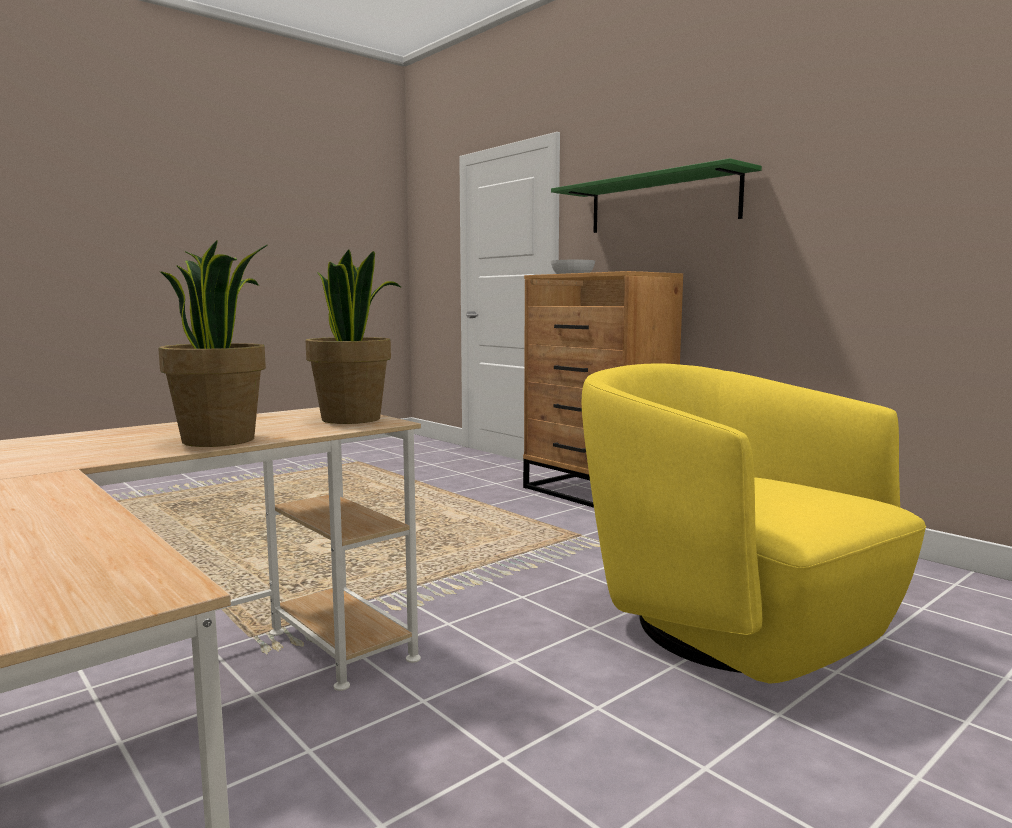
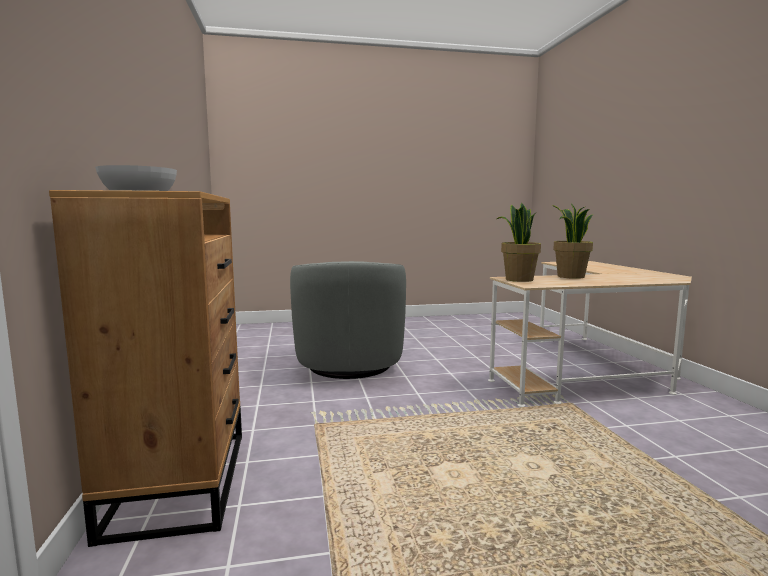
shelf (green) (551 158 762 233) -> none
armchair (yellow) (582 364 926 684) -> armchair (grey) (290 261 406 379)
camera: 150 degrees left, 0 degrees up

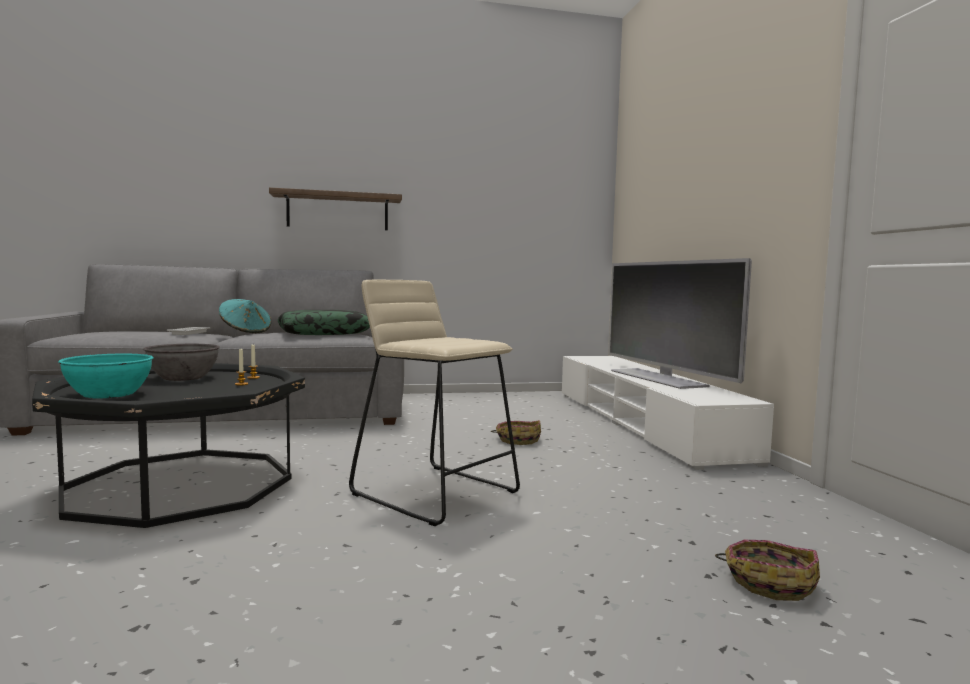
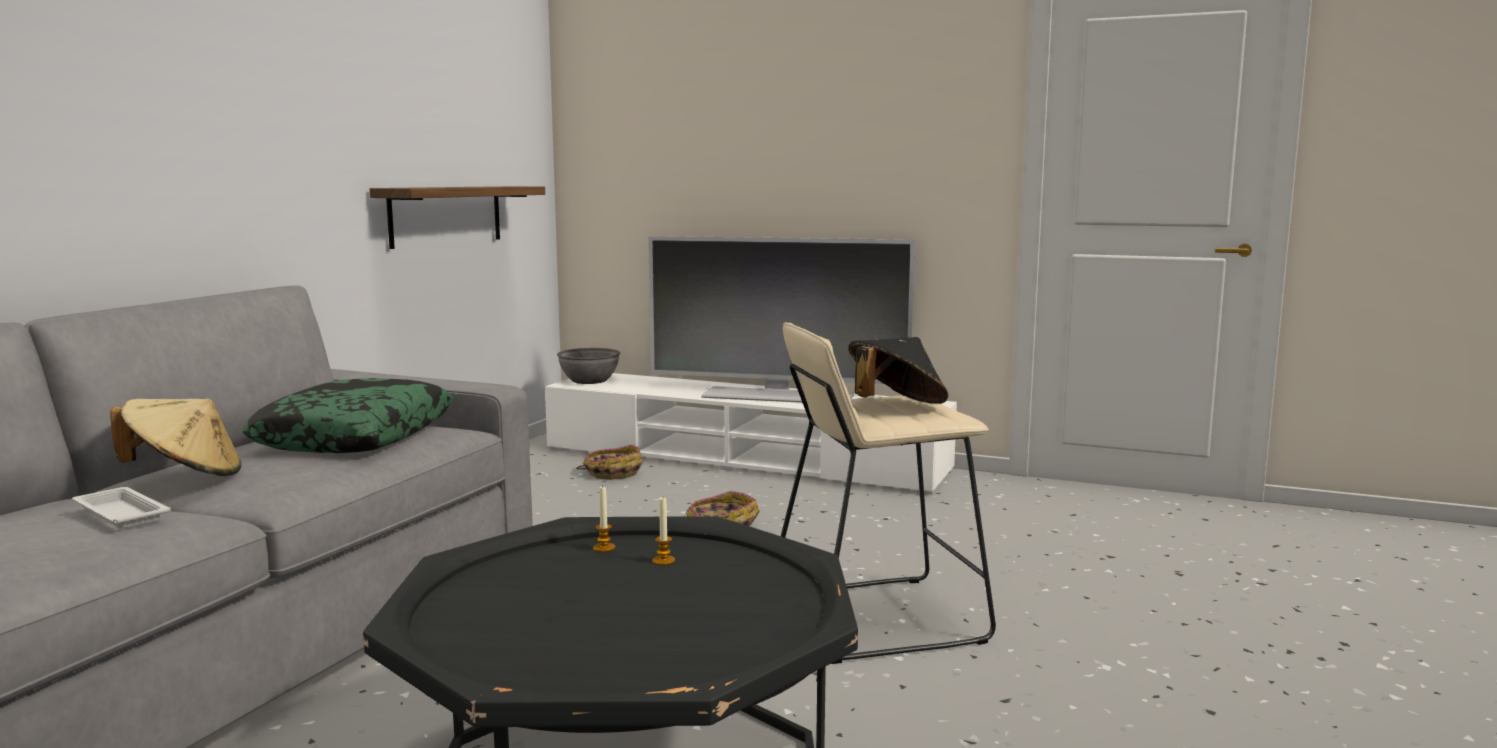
bowl (turquoise) (58 354 154 398) -> none
bowl (grey) (143 344 220 381) -> bowl (grey) (557 348 620 384), shifted
hat (turquoise) (219 299 271 333) -> hat (beige) (110 399 242 476)
shelf (269 187 402 230) -> shelf (370 186 545 249), shifted
basket (715 540 820 601) -> basket (576 445 643 480), shifted
none -> hat (black) (848 337 949 404)
camera: 55 degrees left, 5 degrees up

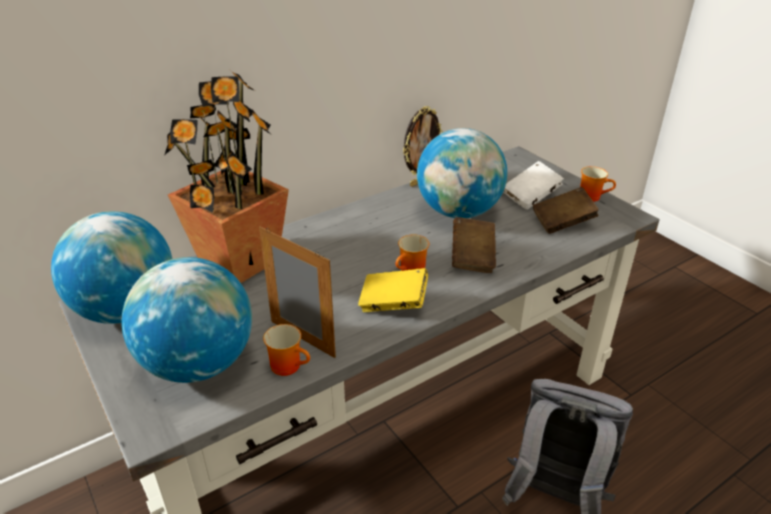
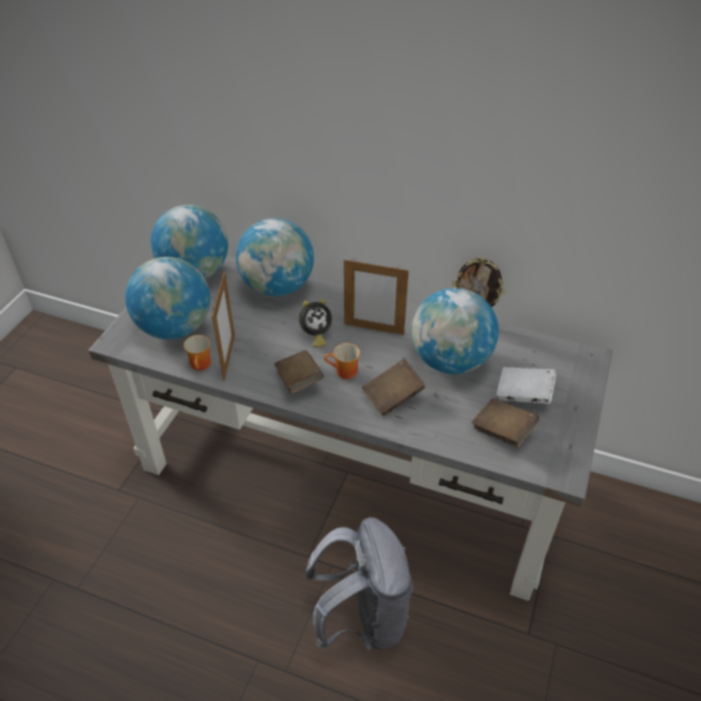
potted plant (165 70 289 283) -> globe (236 218 314 296)
book (yellow) (358 268 428 312) -> book (brown) (274 350 324 394)
mug (580 166 616 202) -> none
none -> alarm clock (299 299 332 347)
none -> picture frame (344 258 409 335)
camera: 55 degrees right, 10 degrees up

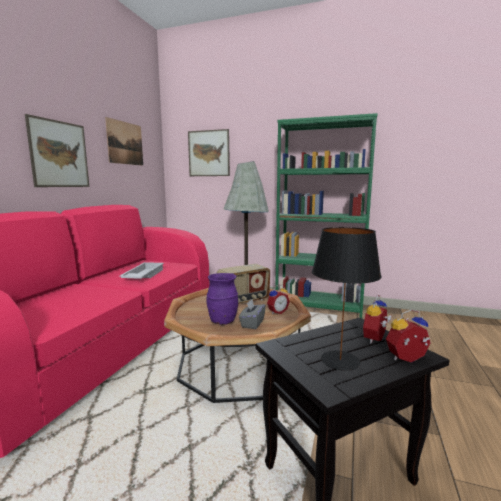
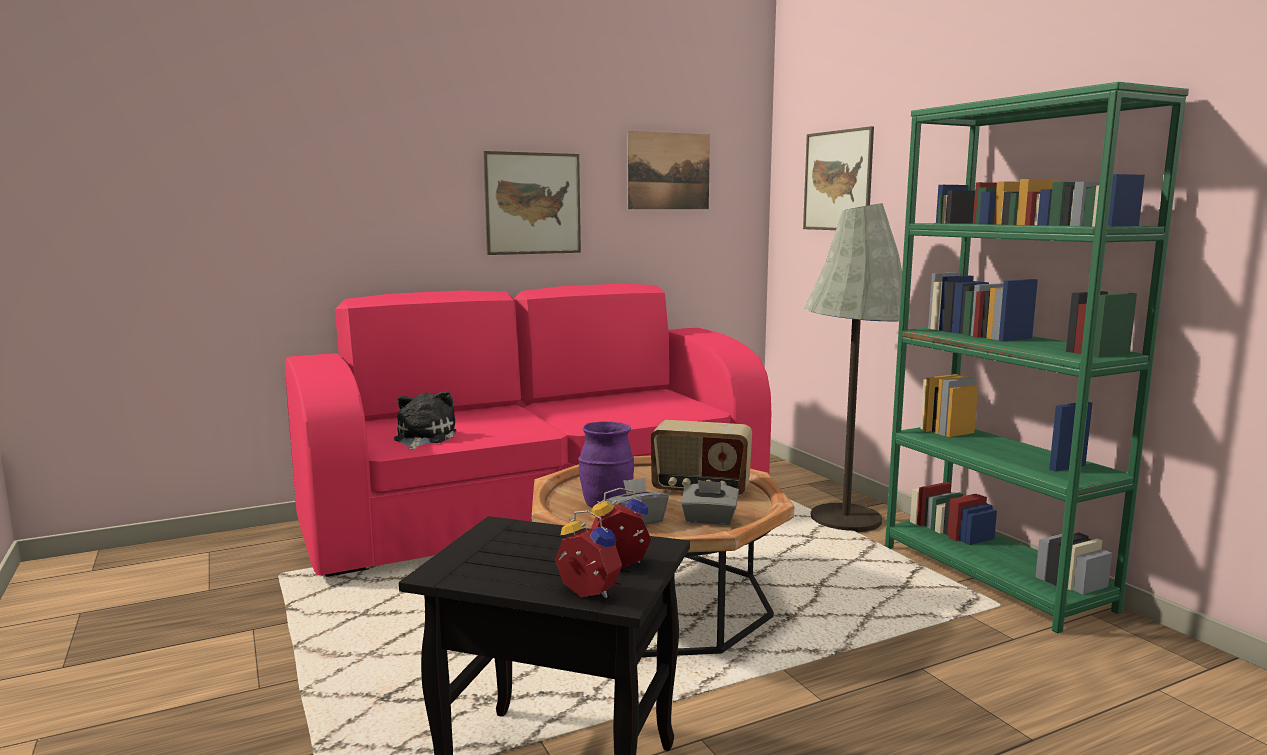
tray (white) (119 262 164 279) -> none
alarm clock (267 285 290 314) -> tissue box (grey) (681 480 739 525)
table lamp (black) (312 227 381 371) -> none
none -> plush toy (394 391 457 450)
camera: 45 degrees right, 0 degrees up

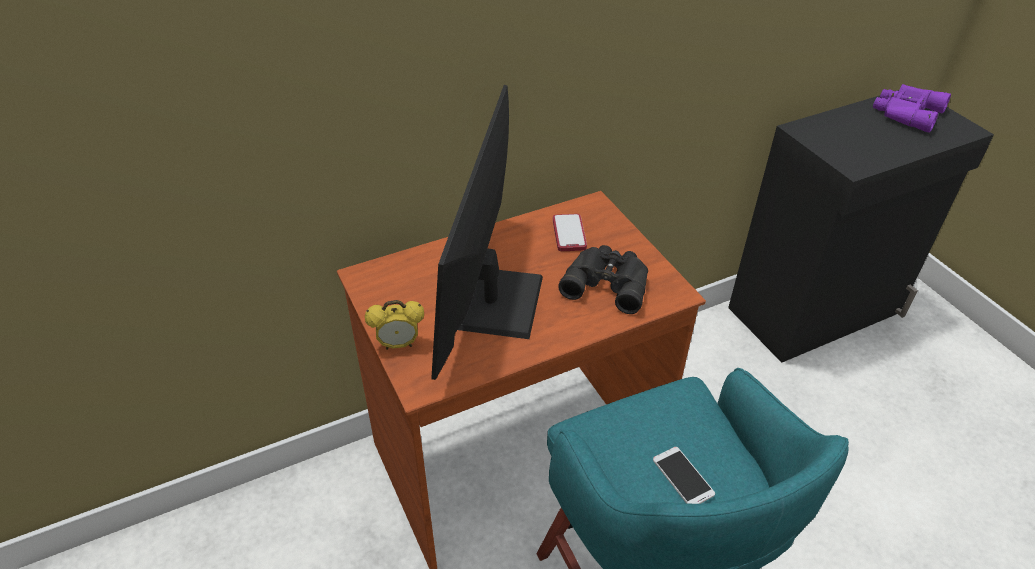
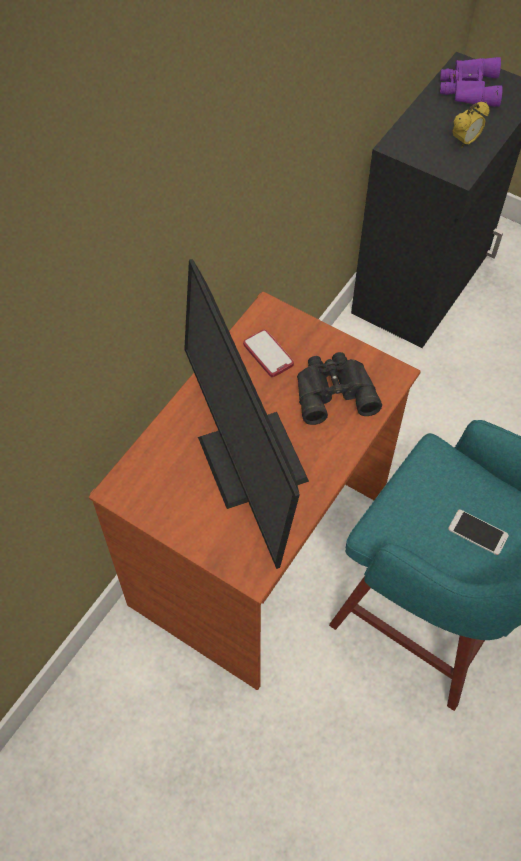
alarm clock (365 300 424 350) -> alarm clock (453 102 490 148), shifted
camera: 30 degrees left, 15 degrees up

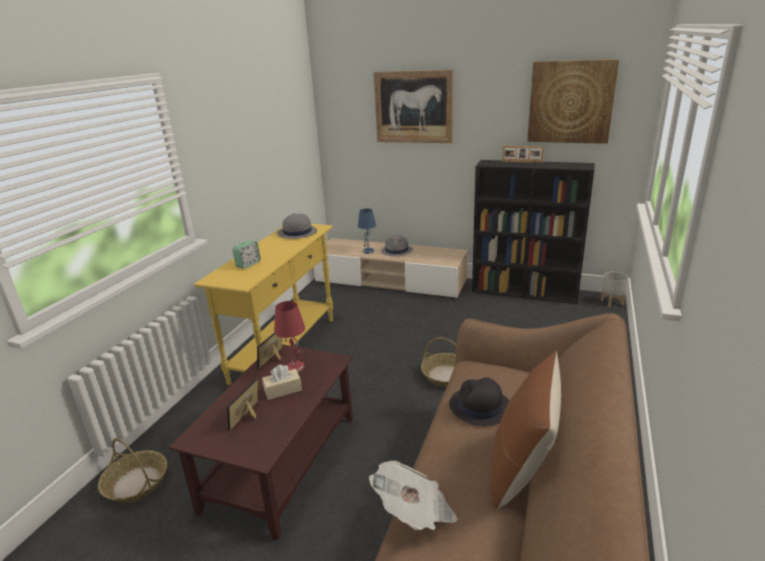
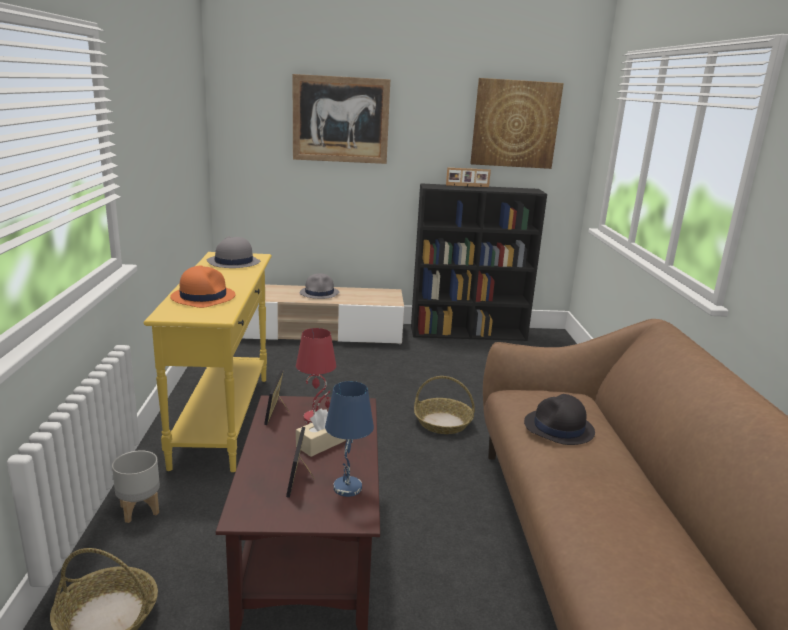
alarm clock (232 240 261 269) -> hat (orange) (170 266 236 308)
table lamp (blue) (358 209 376 253) -> table lamp (blue) (325 381 374 497), shifted
newspaper (369 461 458 531) -> none
pillow (brown) (491 350 561 509) -> none
planter (grey) (601 272 628 307) -> planter (grey) (112 450 160 523), shifted
camera: 25 degrees left, 5 degrees down

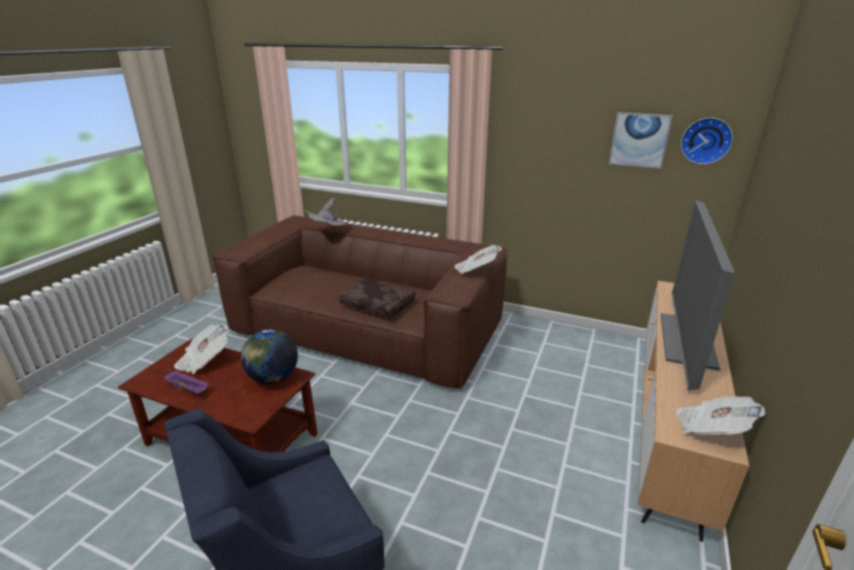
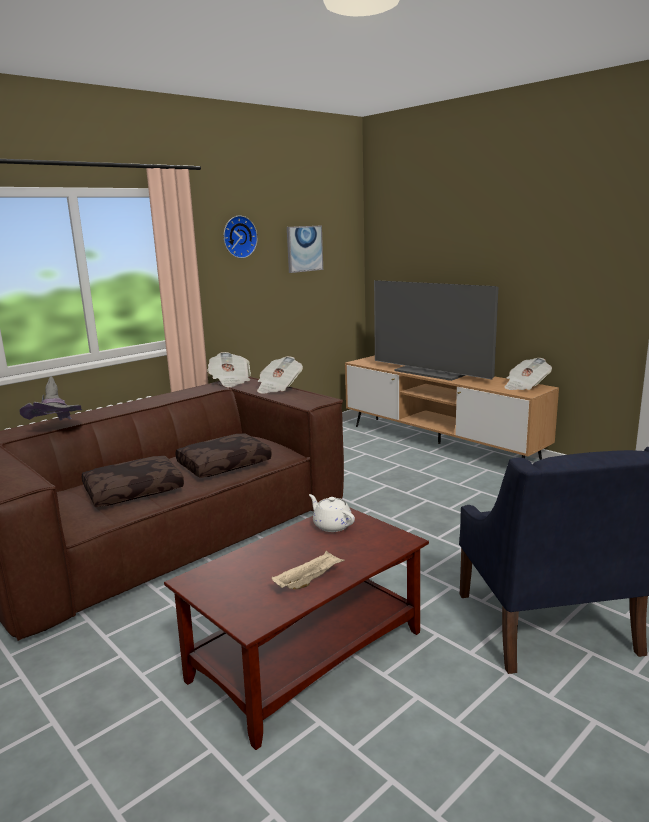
tray (purple) (163 370 209 394) -> tray (beige) (272 551 344 589)
newspaper (174 324 228 374) -> newspaper (207 352 251 387), shifted
globe (241 329 298 384) -> teapot (white) (309 494 355 532)
wall clock (681 118 733 164) -> wall clock (224 216 258 258), shifted
none -> pillow (brown) (82 456 184 507)
camera: 65 degrees left, 10 degrees down

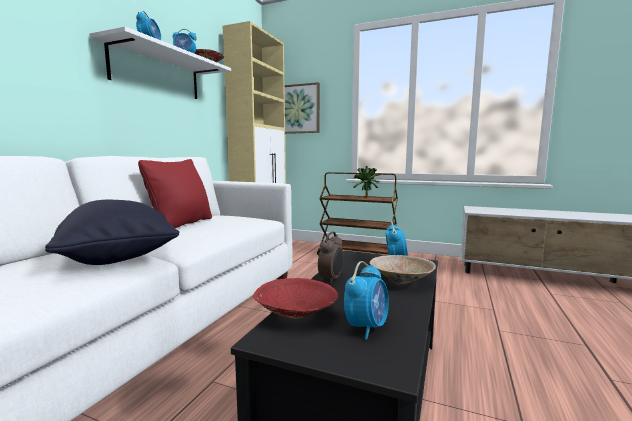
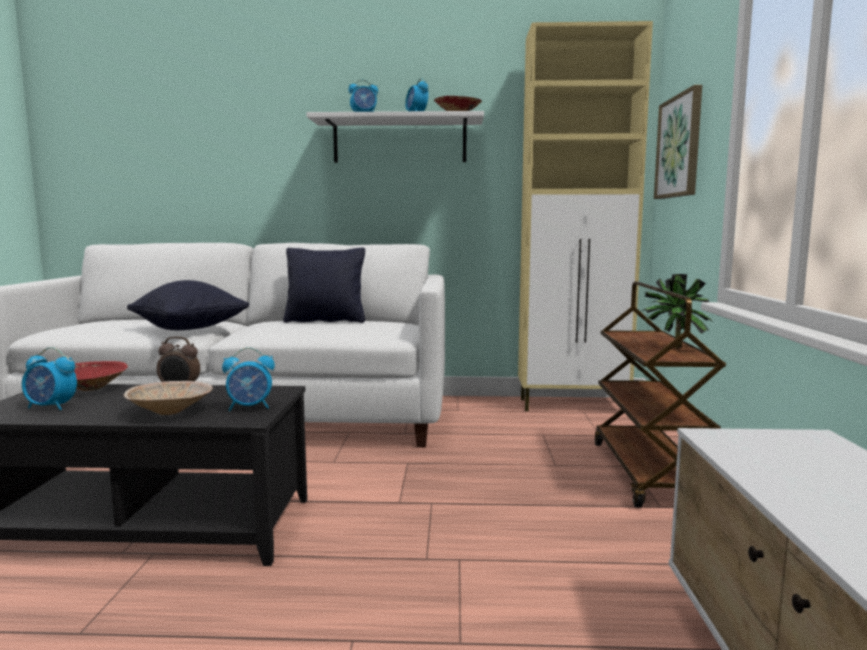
pillow (red) (138 159 212 228) -> pillow (black) (283 247 365 323)
camera: 70 degrees right, 0 degrees up

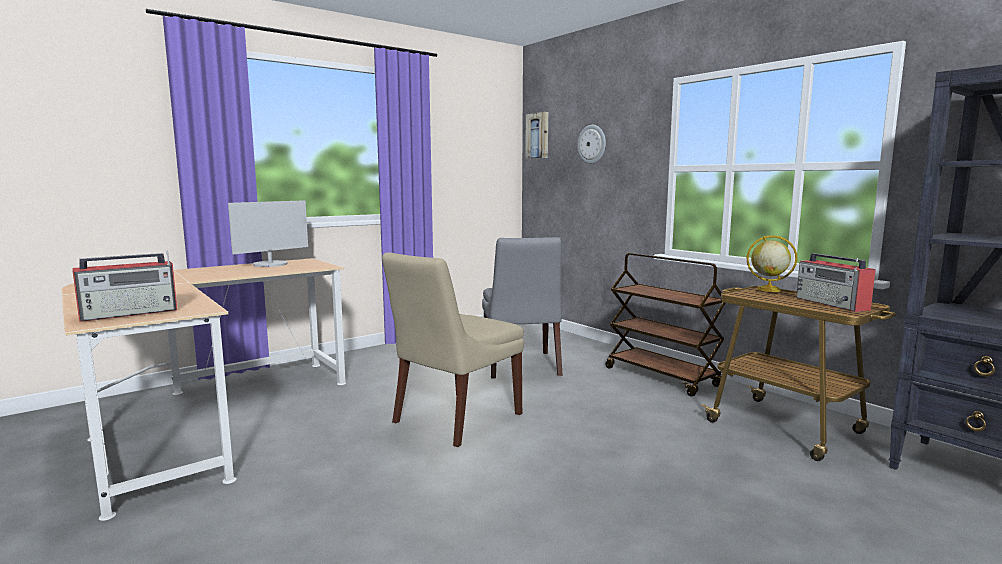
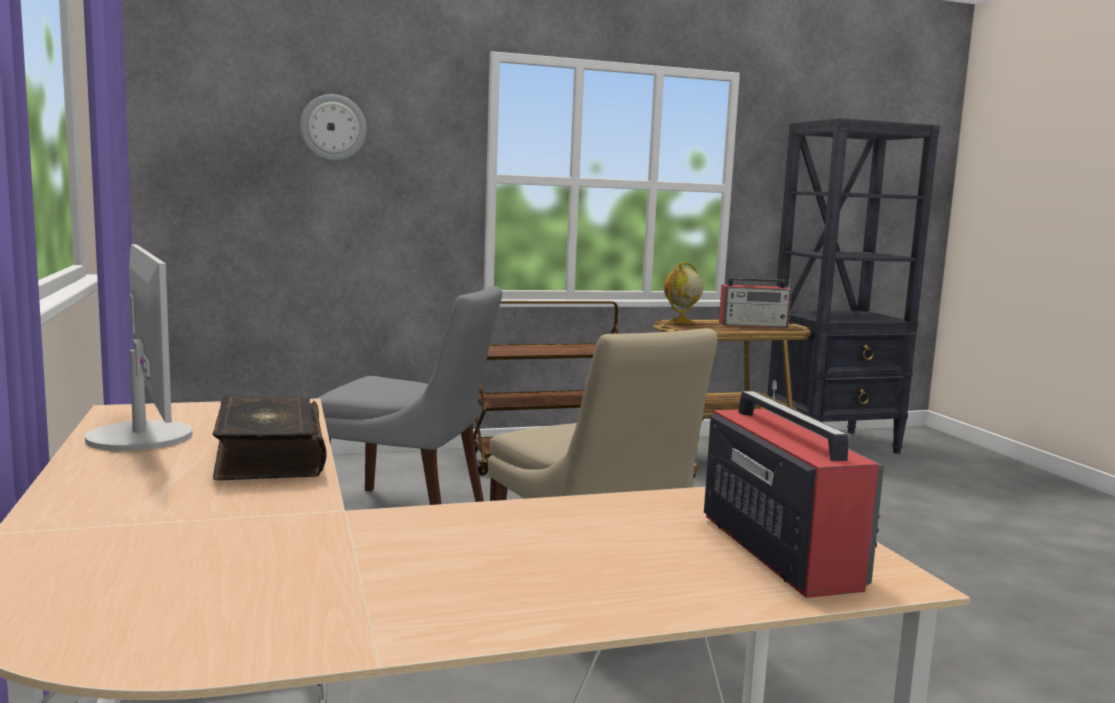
picture (525 112 548 159) -> none
none -> book (213 395 326 480)
camera: 70 degrees left, 0 degrees up

